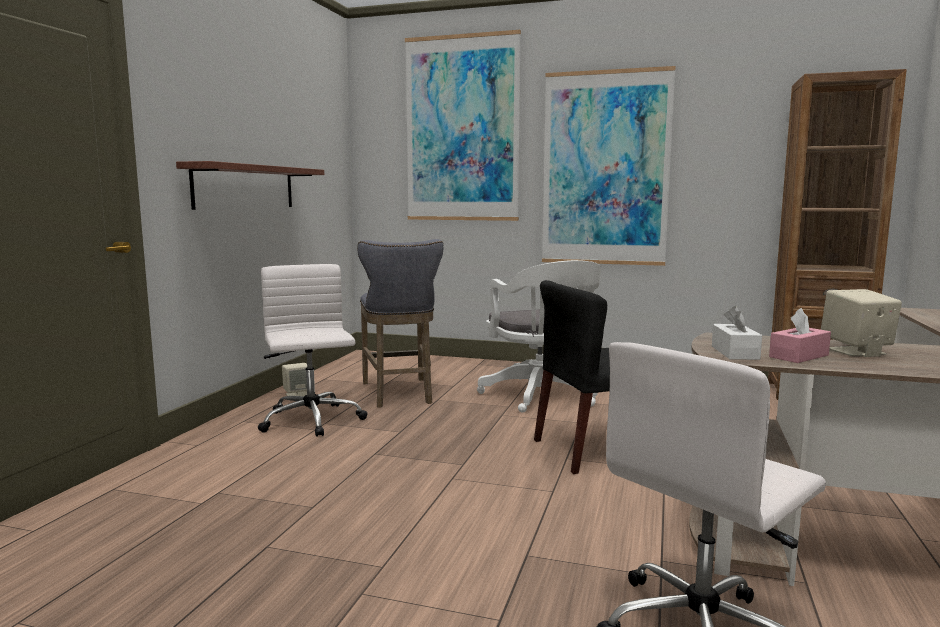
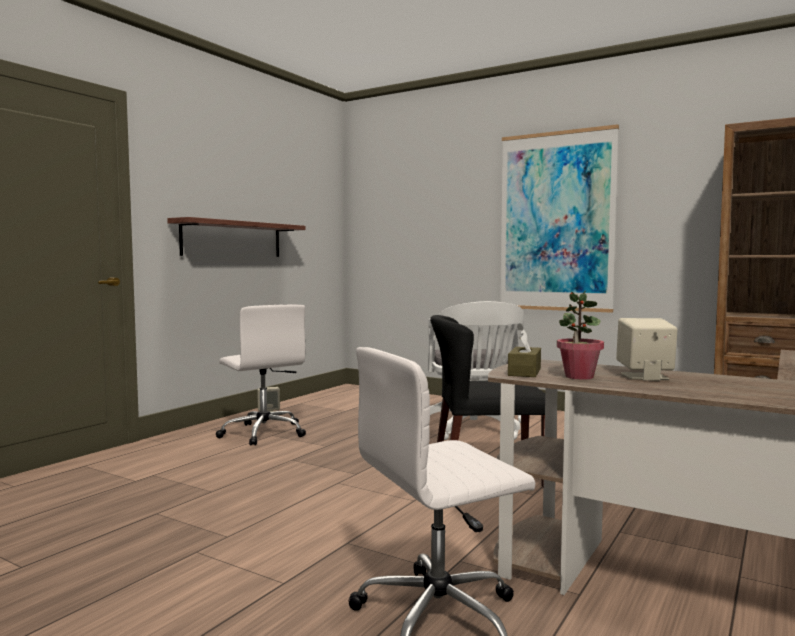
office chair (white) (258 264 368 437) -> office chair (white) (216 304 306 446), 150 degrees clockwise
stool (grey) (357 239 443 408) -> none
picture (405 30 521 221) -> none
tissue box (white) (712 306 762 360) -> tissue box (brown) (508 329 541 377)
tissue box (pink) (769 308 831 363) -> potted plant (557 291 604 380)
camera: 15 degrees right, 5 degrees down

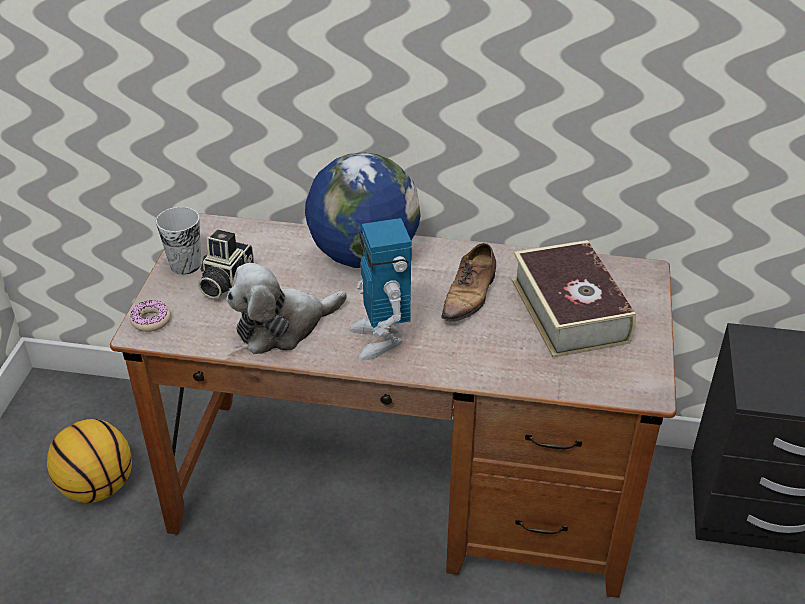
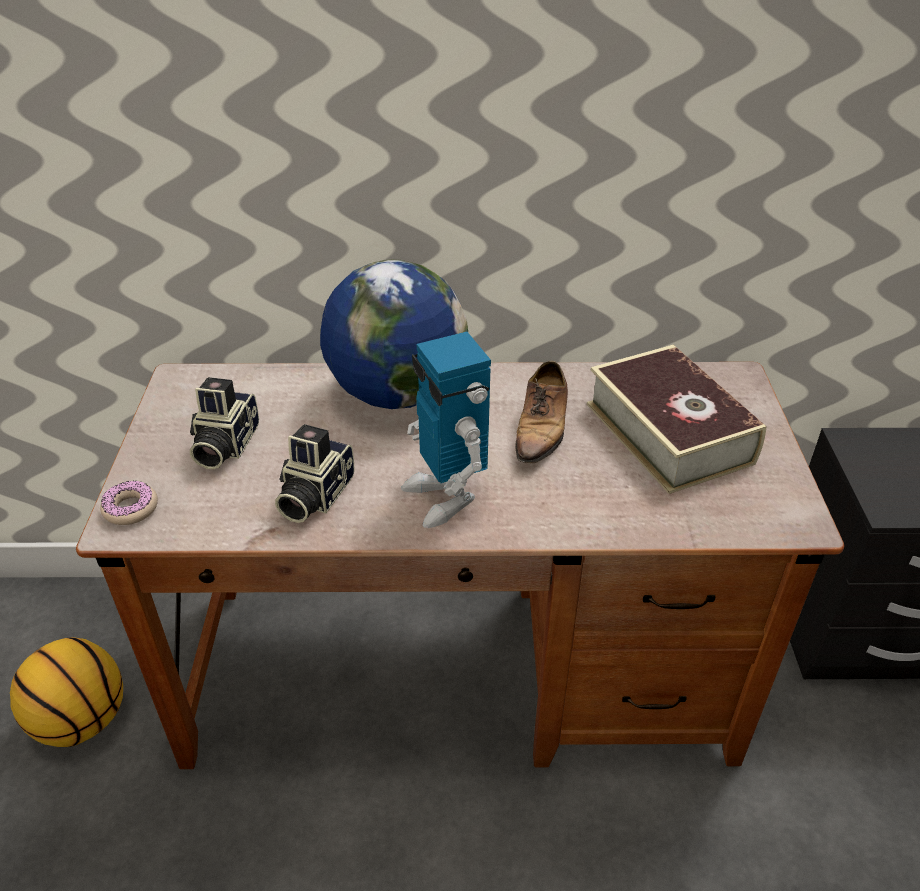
cup (156 207 201 275) -> none
plush toy (226 263 347 354) -> photo camera (275 424 355 523)
camera: 10 degrees left, 0 degrees up

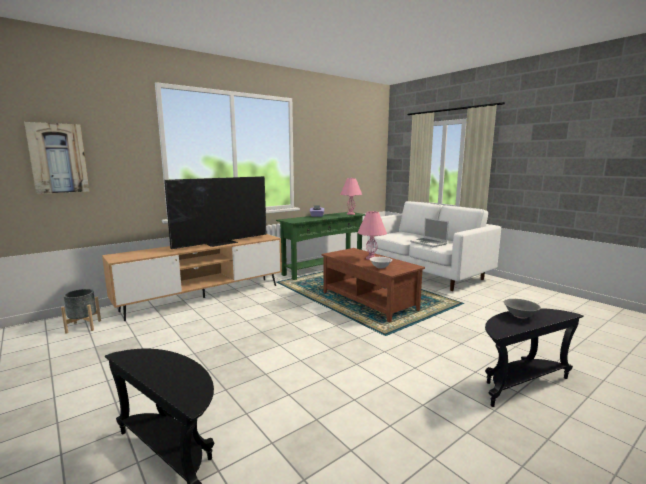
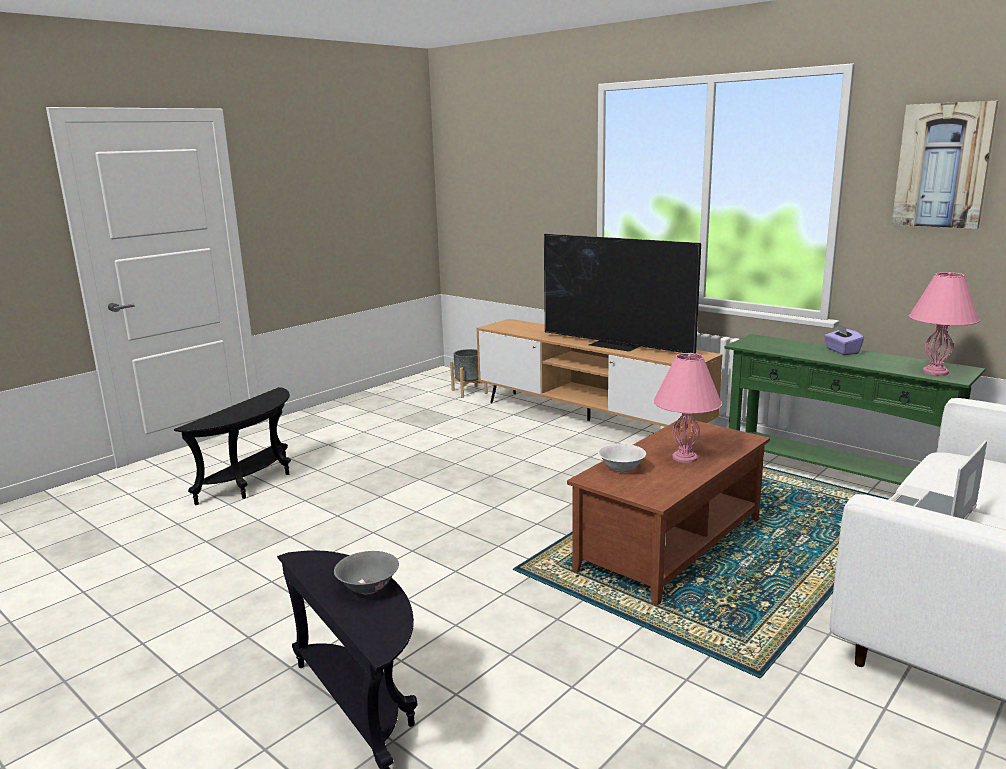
picture (24 122 90 194) -> picture (892 101 998 229), shifted
camera: 80 degrees right, 5 degrees up

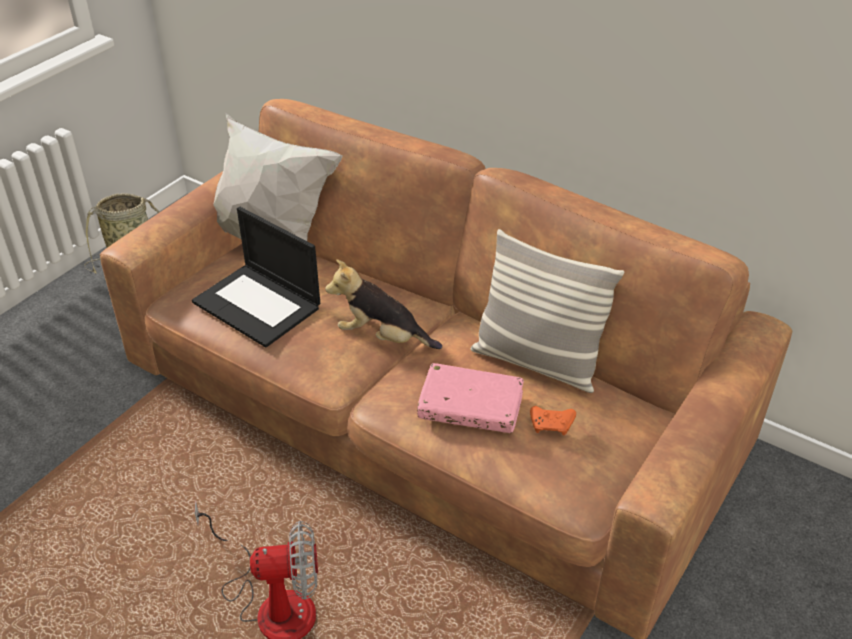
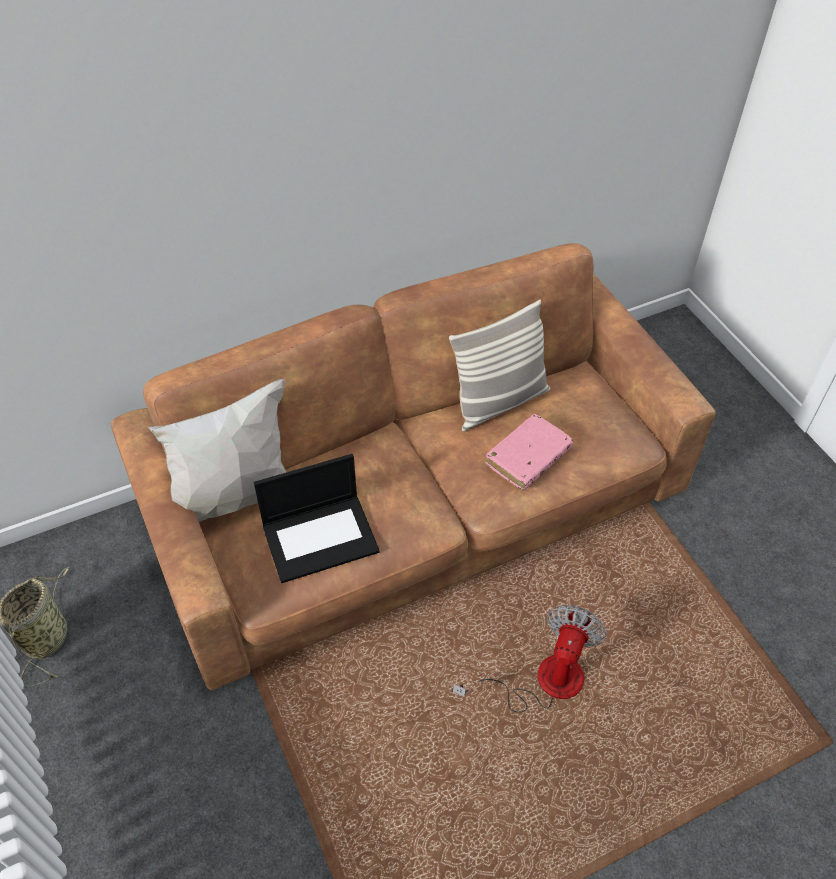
plush toy (325 259 442 349) -> none
game controller (orange) (530 406 576 435) -> none
camera: 60 degrees left, 10 degrees up

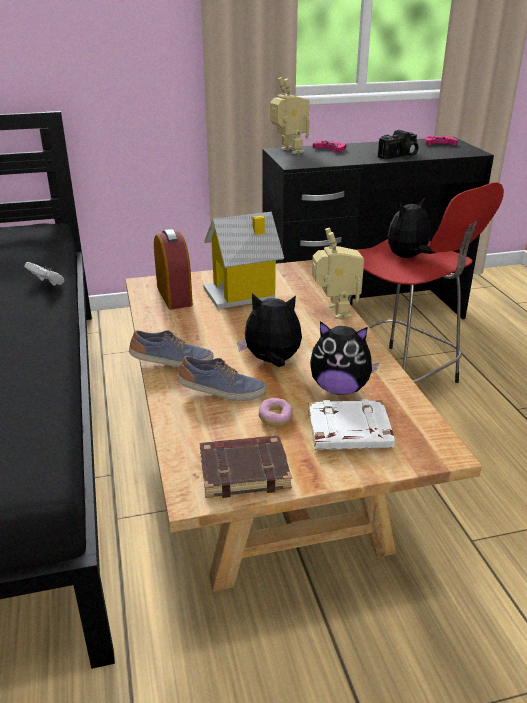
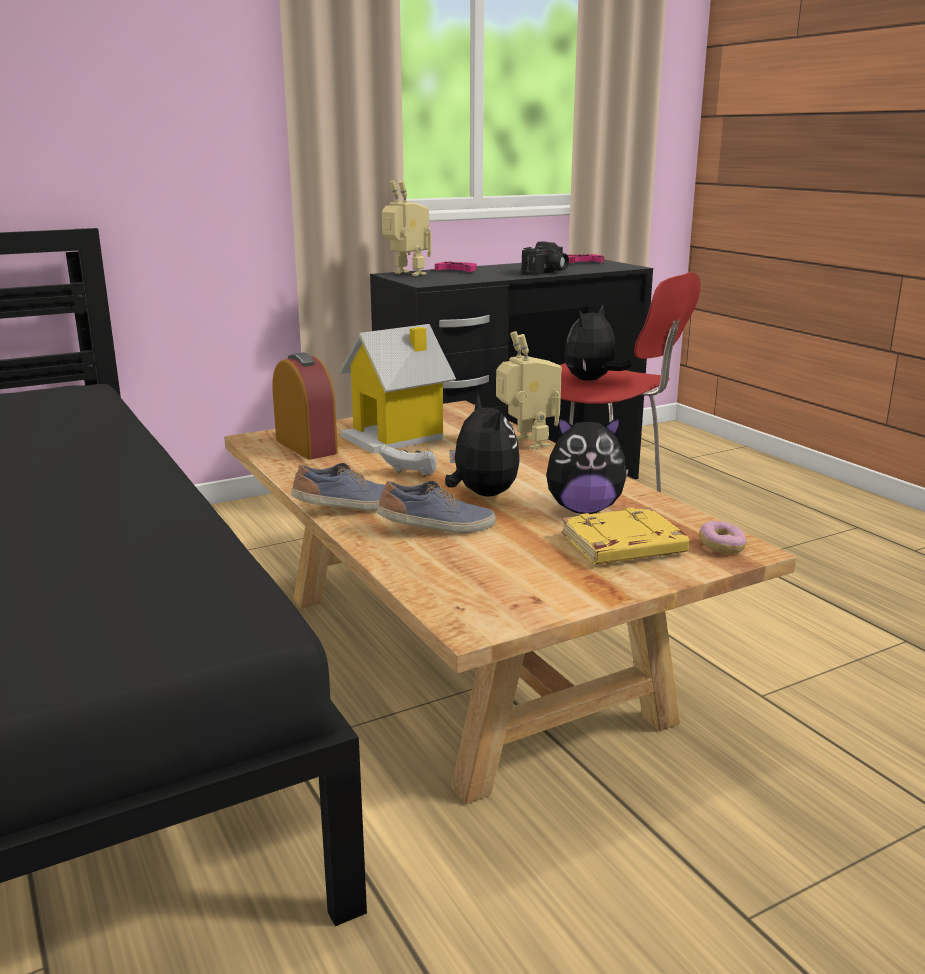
game controller (white) (25 262 64 286) -> game controller (white) (379 445 437 476), shifted
book (brown) (200 435 292 498) -> none
plush toy (237 293 302 367) -> plush toy (445 394 520 496), 75 degrees clockwise
donut (259 398 292 427) -> donut (699 521 747 554), shifted
book (white) (308 399 395 450) -> book (yellow) (562 507 689 564)
camera: 15 degrees left, 10 degrees down

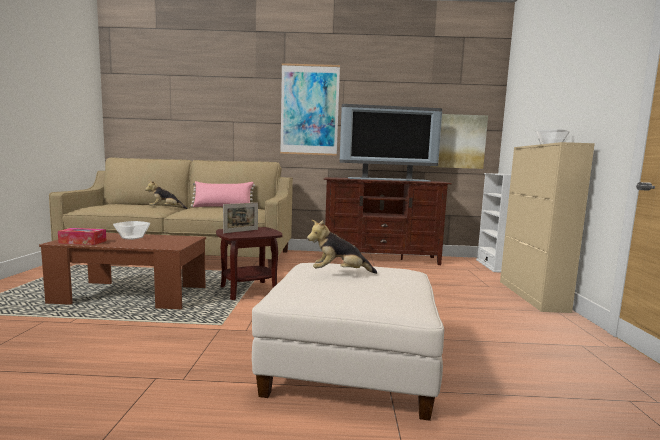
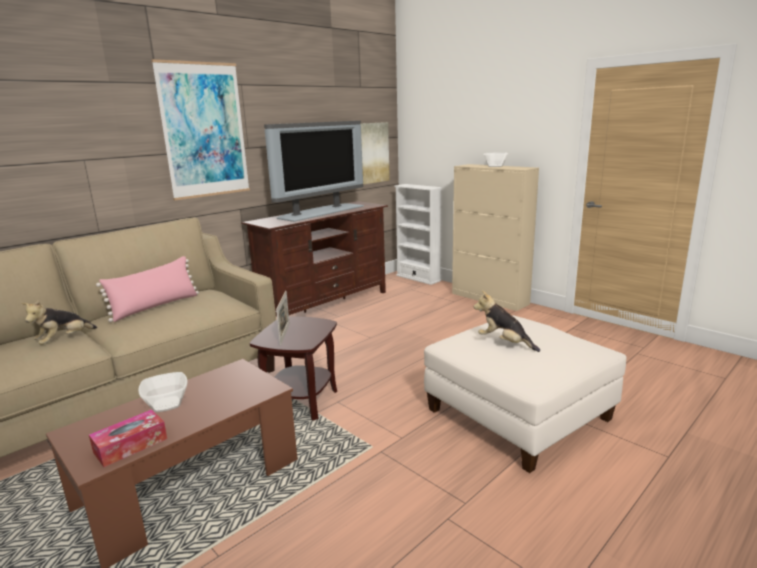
plush toy (307 220 377 274) -> plush toy (474 290 540 352), 90 degrees clockwise
camera: 45 degrees left, 10 degrees up

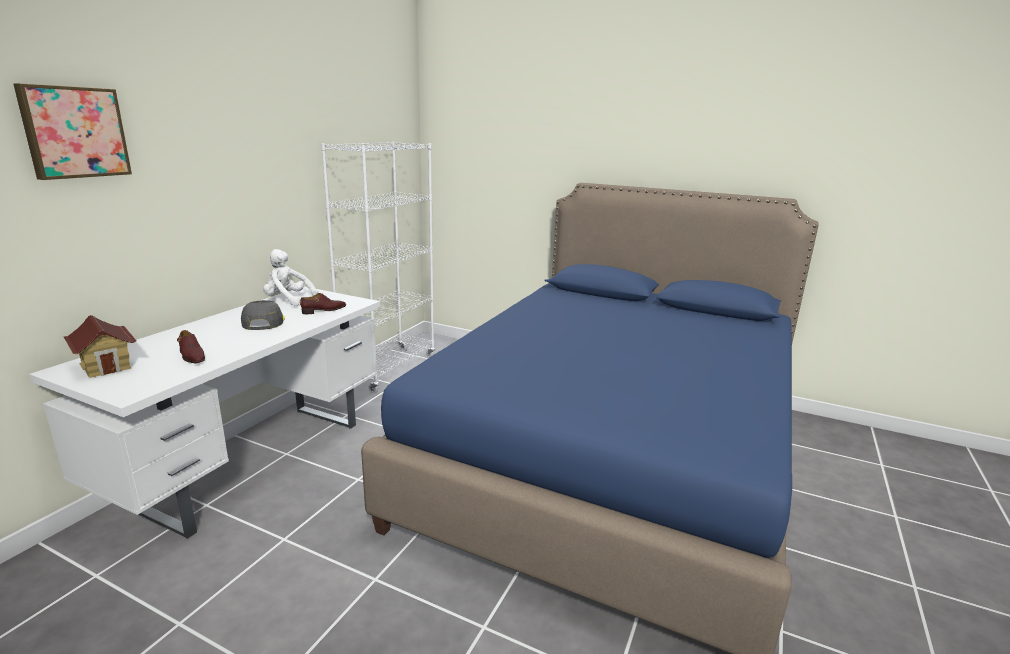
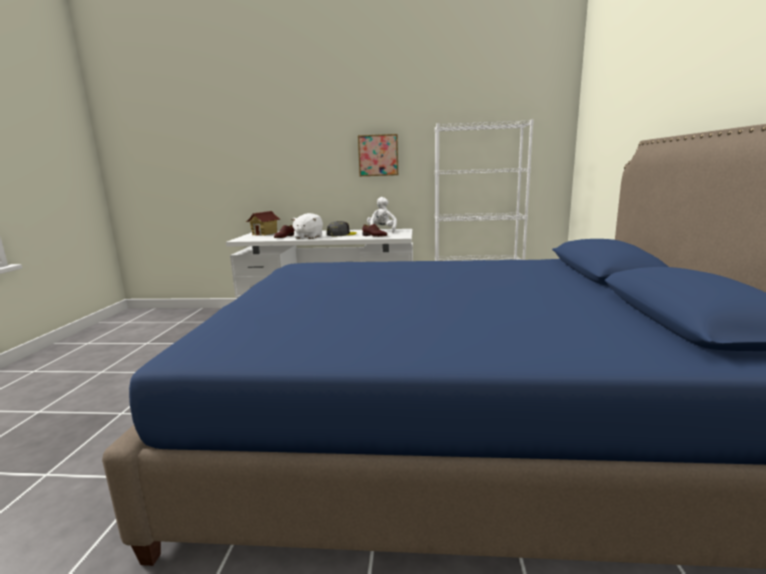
picture (13 83 132 180) -> picture (358 134 398 176), shifted
none -> plush toy (white) (291 213 323 239)
camera: 70 degrees right, 5 degrees down

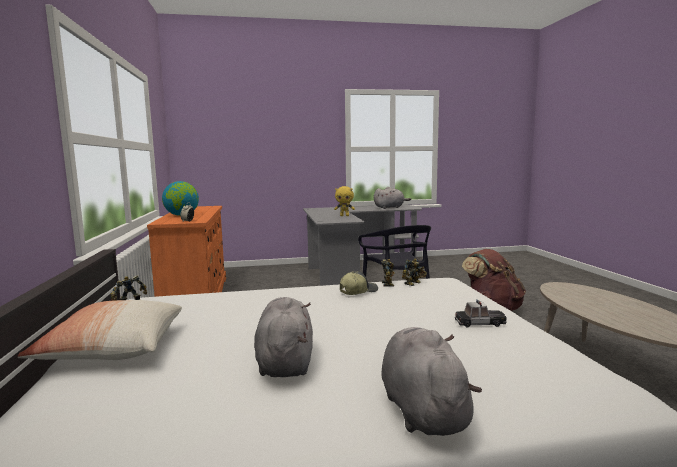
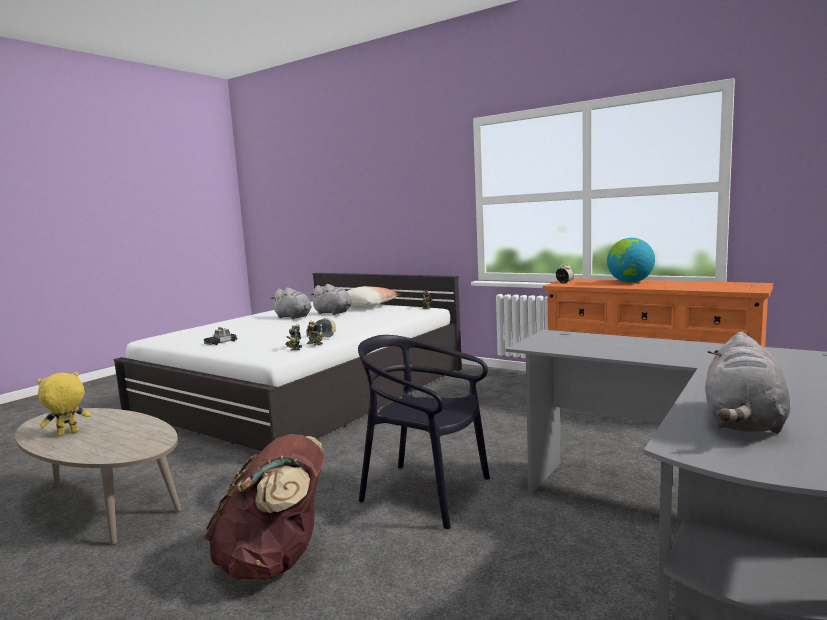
plush toy (yellow) (334 186 355 216) -> plush toy (yellow) (37 372 91 436), shifted
plush toy (grey) (381 327 482 436) -> plush toy (grey) (310 284 352 315), shifted
camera: 135 degrees right, 0 degrees up

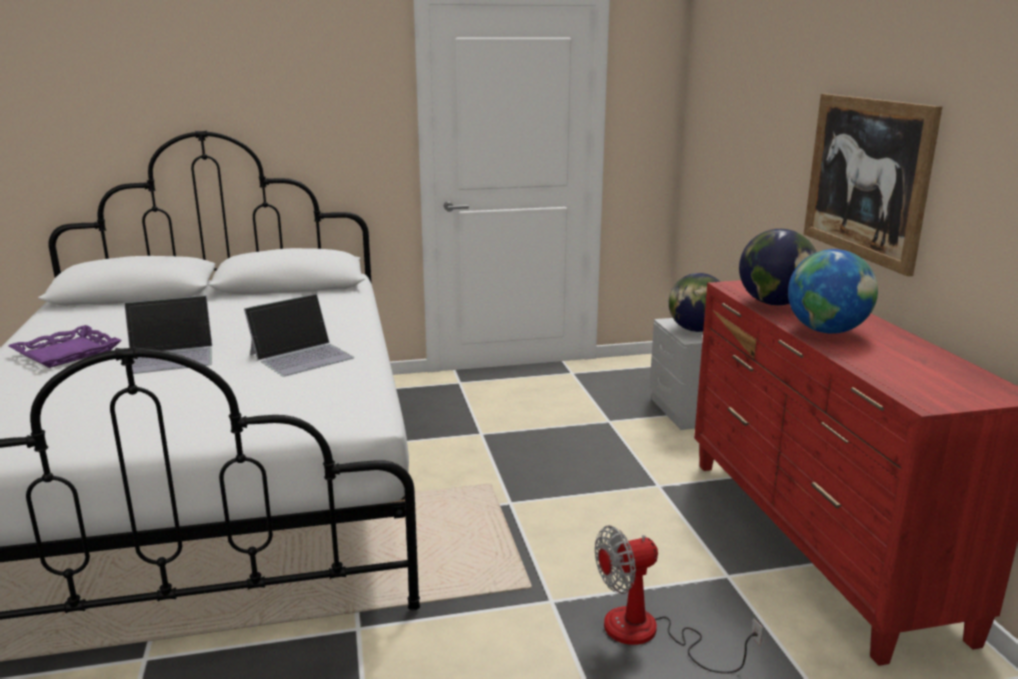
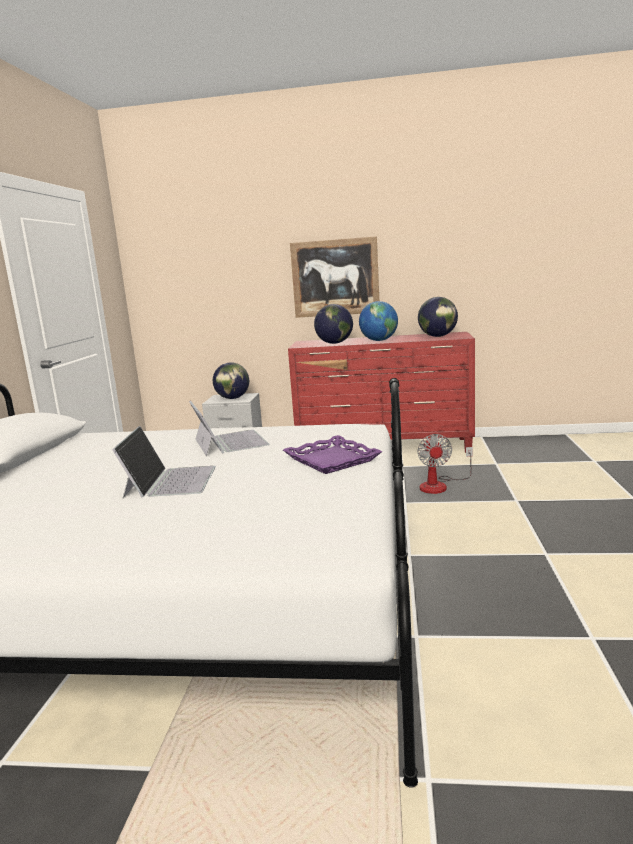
tray (purple) (9 325 122 368) -> tray (purple) (283 435 382 474), shifted
none -> globe (418 297 458 337)
camera: 70 degrees left, 5 degrees down

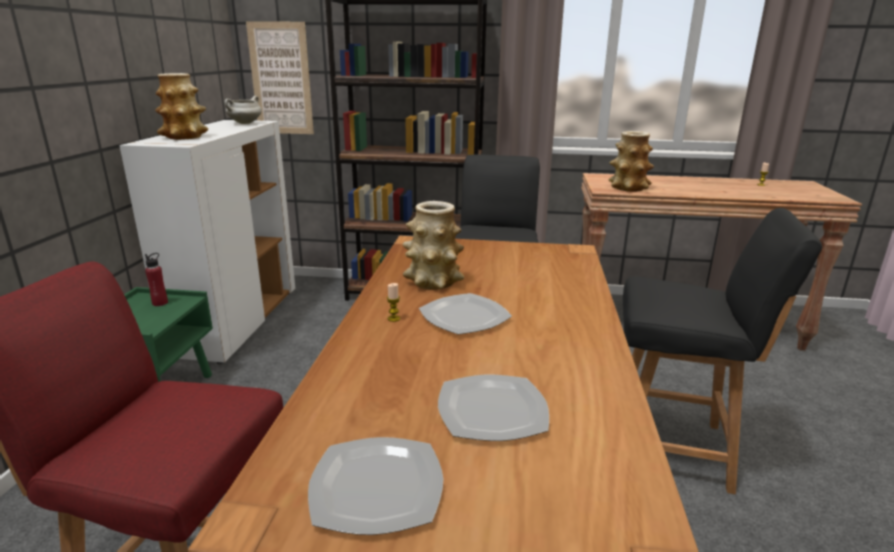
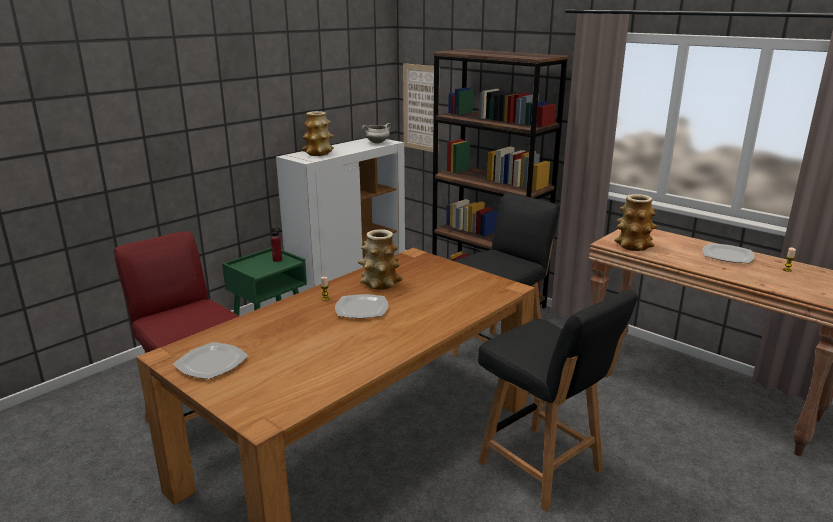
plate (438 375 549 441) -> plate (702 243 755 263), shifted
camera: 35 degrees right, 0 degrees up

